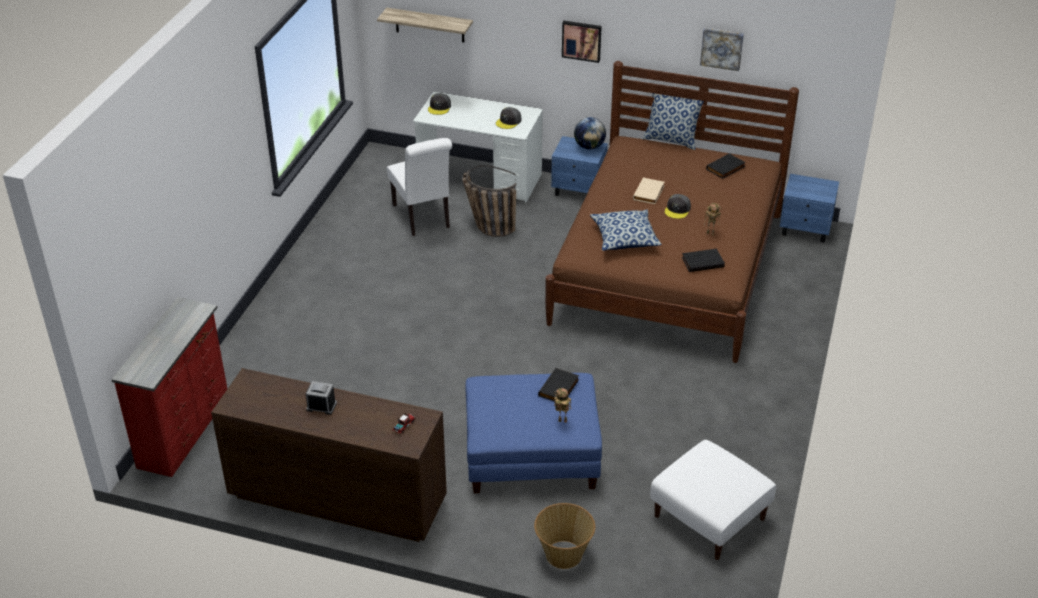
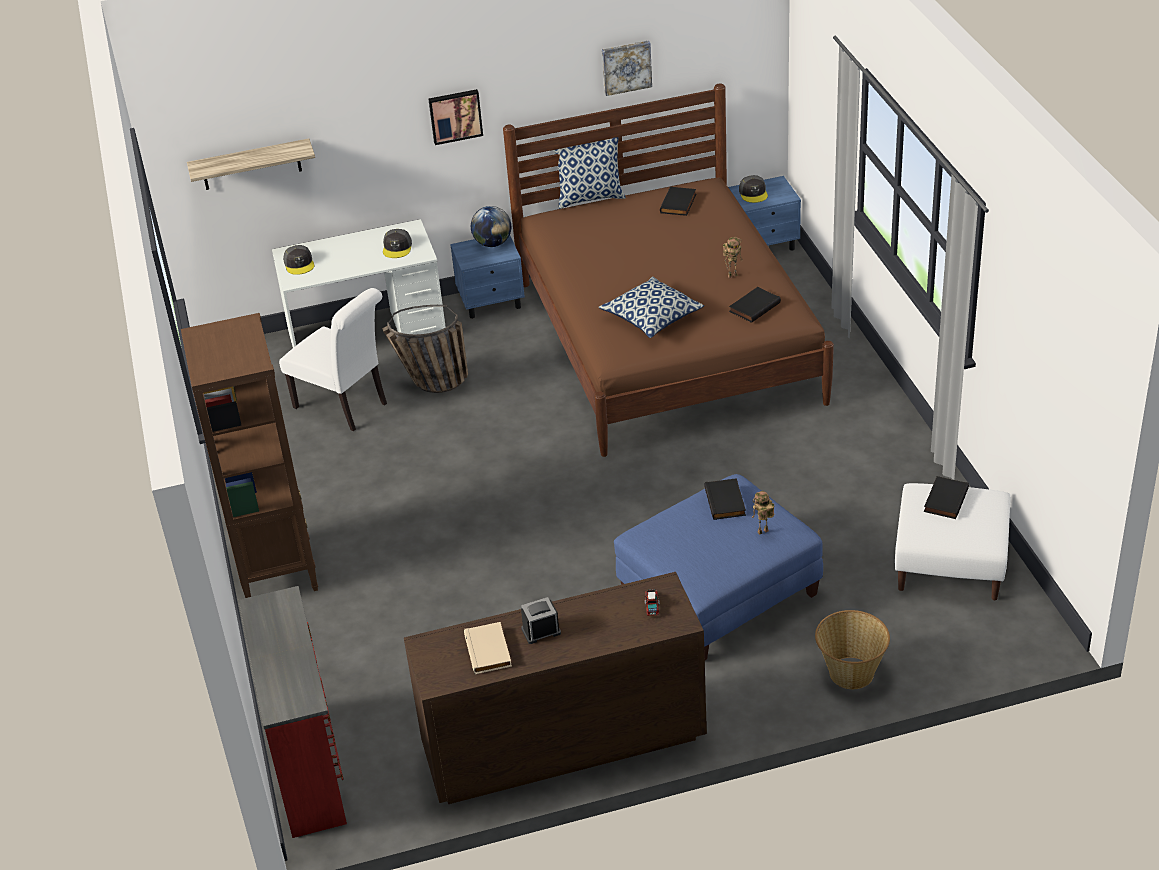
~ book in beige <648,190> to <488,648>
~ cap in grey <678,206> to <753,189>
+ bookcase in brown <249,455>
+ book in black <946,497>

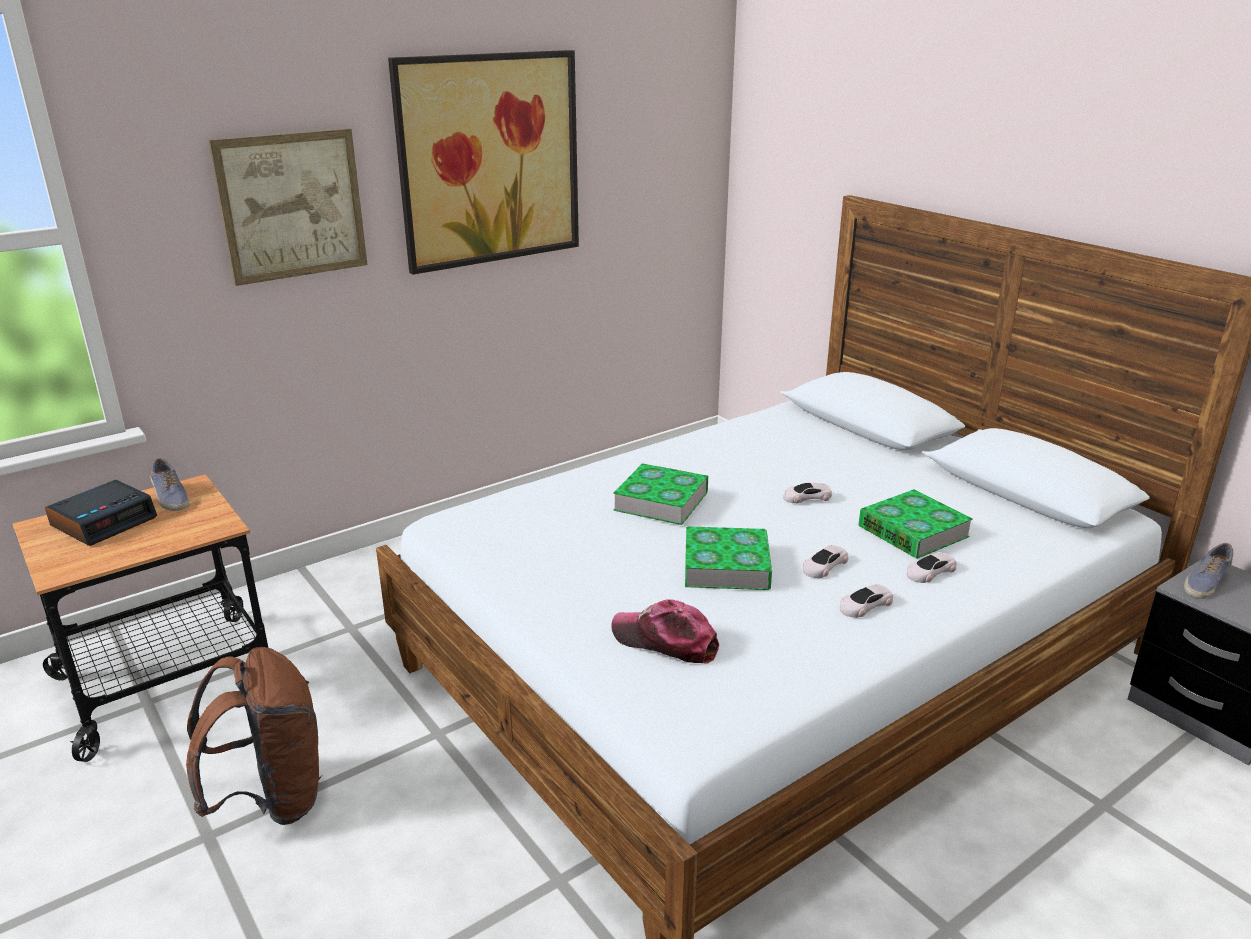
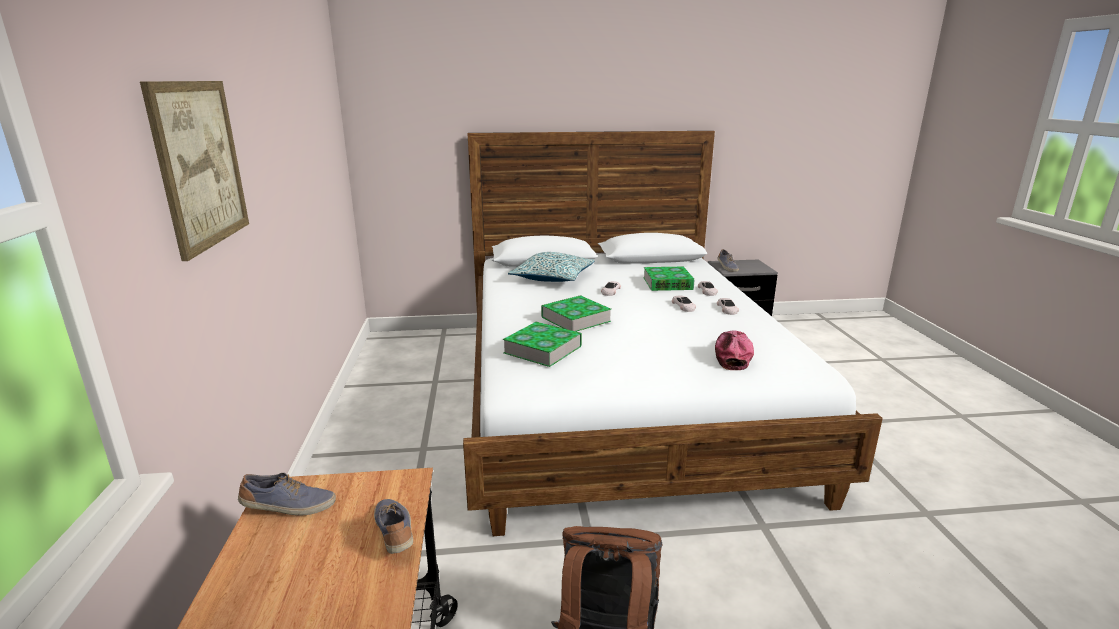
- alarm clock <101,513>
- picture <483,162>
~ cap <665,631> = <734,350> 135 degrees clockwise
~ book <728,558> to <542,344>
+ shoe <393,526>
+ pillow <551,267>

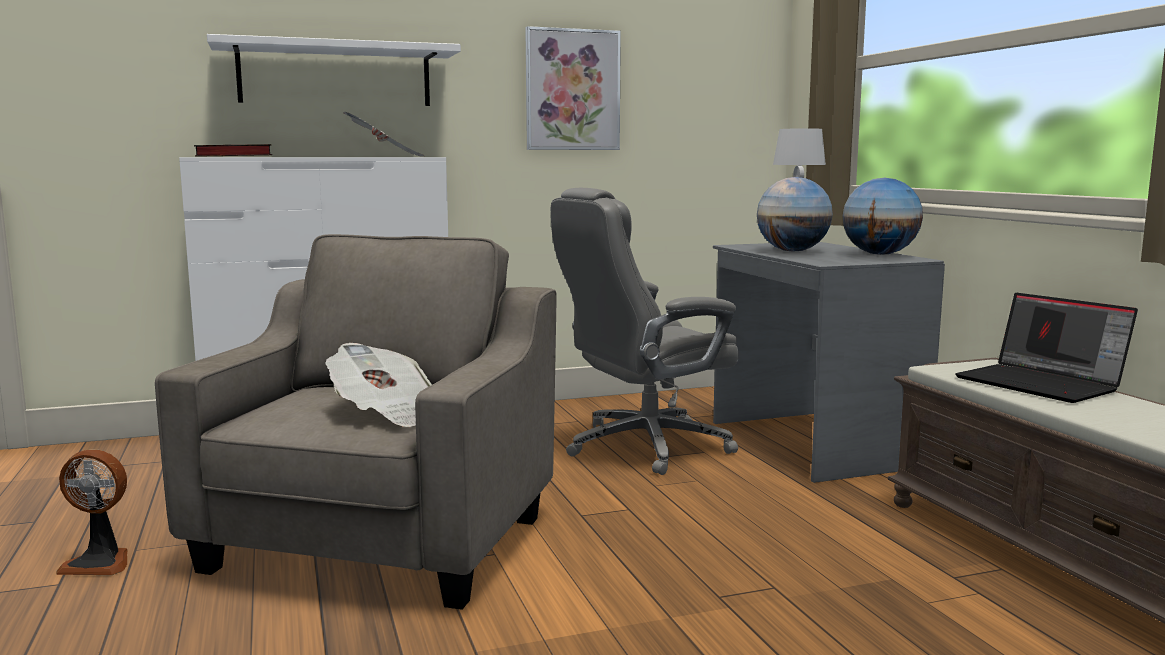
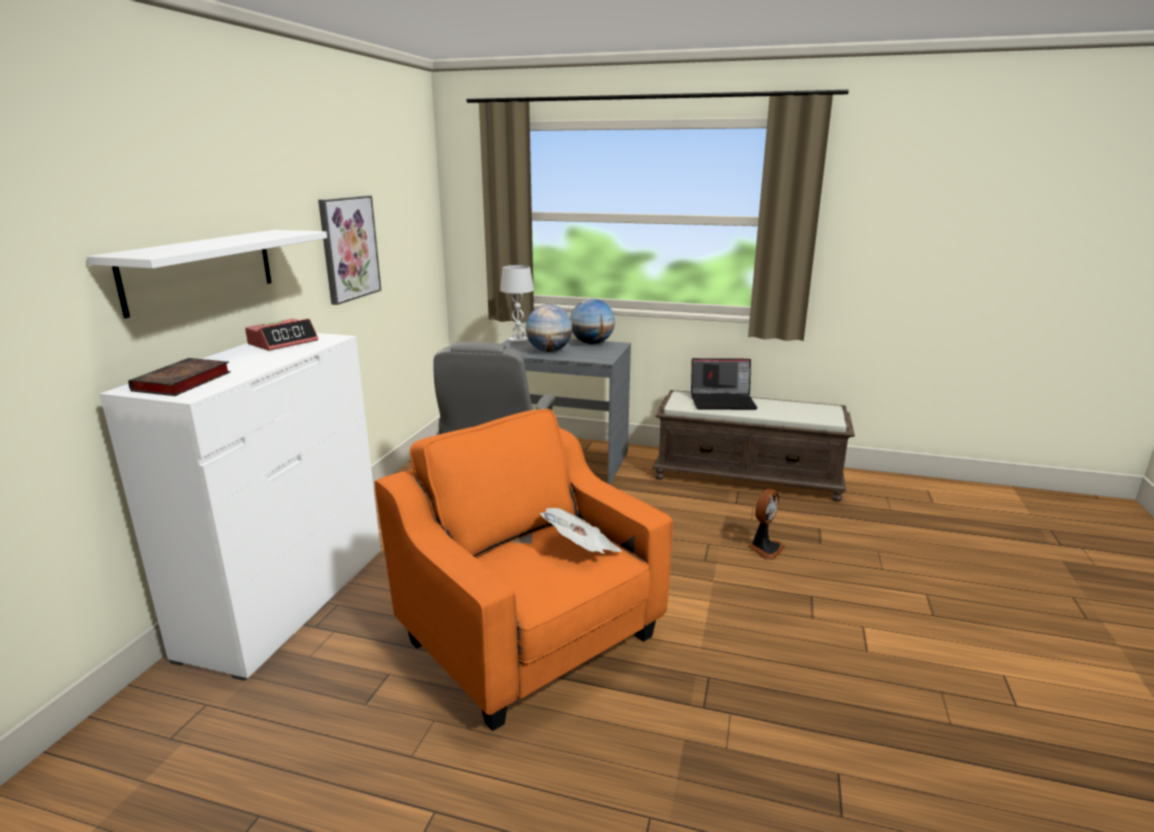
~ fan <91,512> to <766,524>
~ armchair in grey <356,422> to armchair in orange <523,570>
~ newspaper <383,134> to alarm clock <281,335>

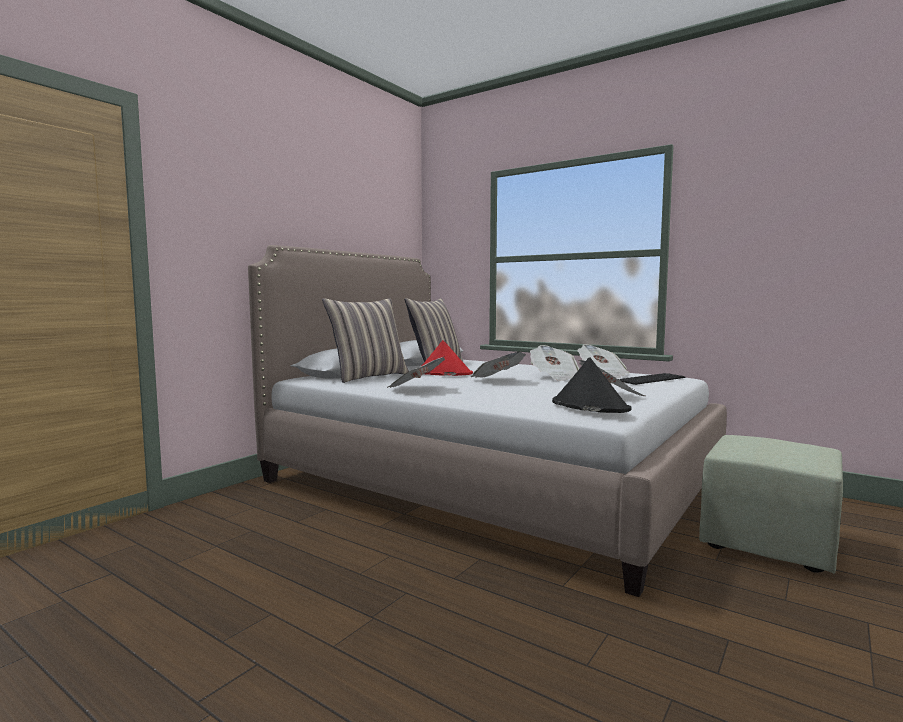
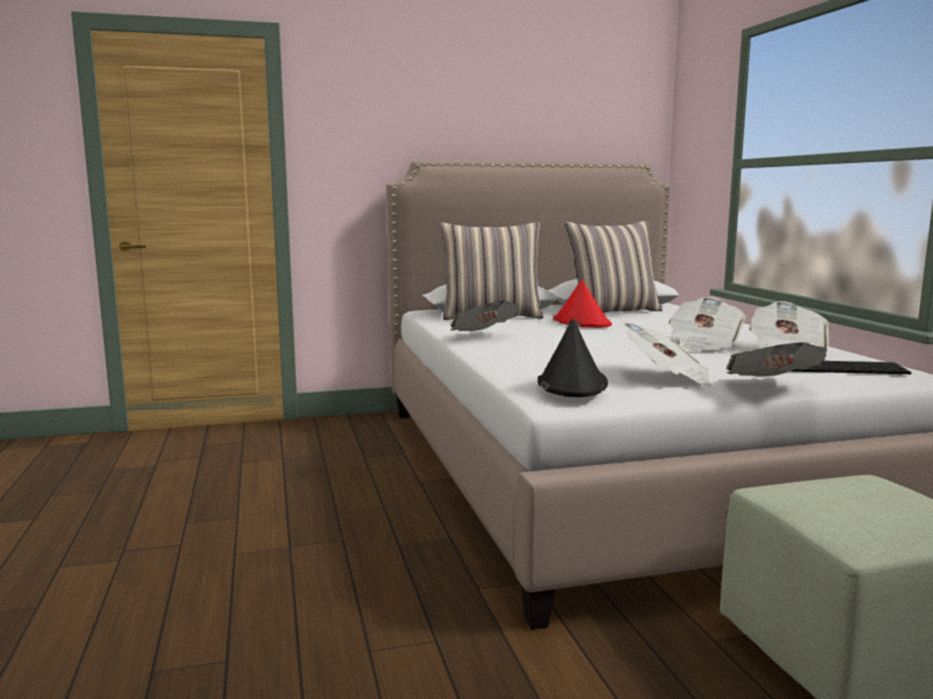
~ newspaper <498,364> to <776,359>

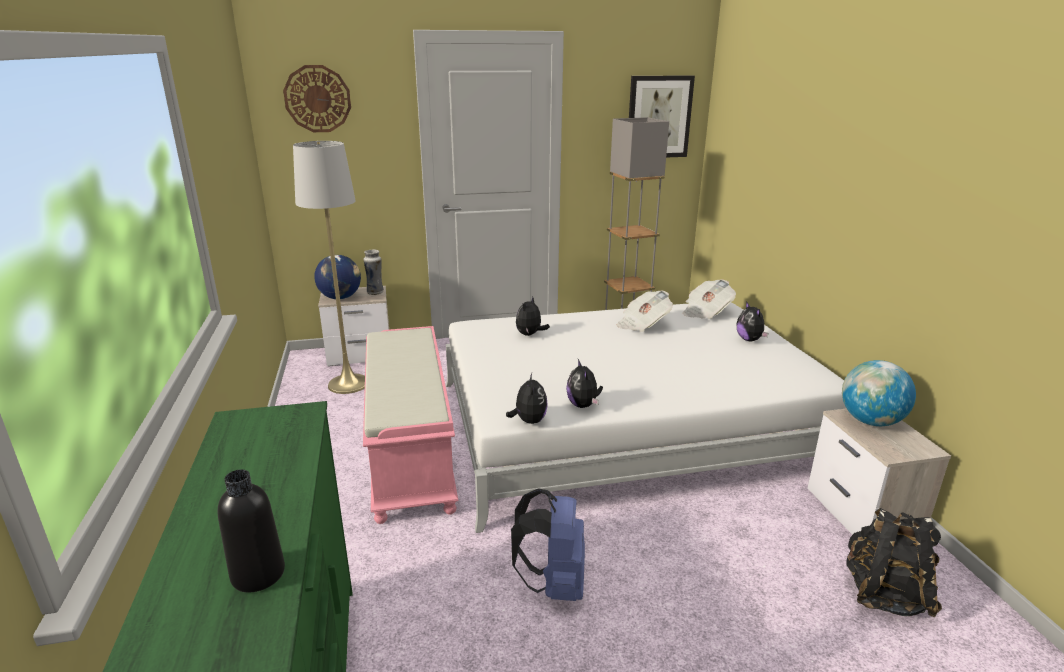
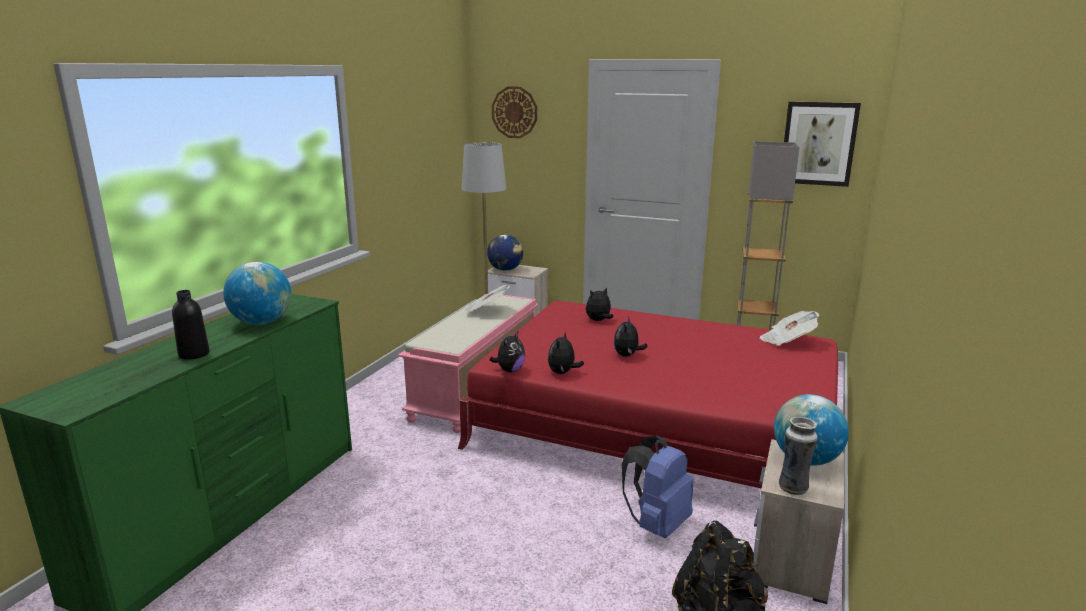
~ vase <373,272> to <798,456>
~ bed in white <646,417> to bed in red <648,395>
~ backpack in blue <548,544> to <658,487>
~ newspaper <645,311> to <487,299>
~ plush toy <753,321> to <630,336>
+ globe <257,293>

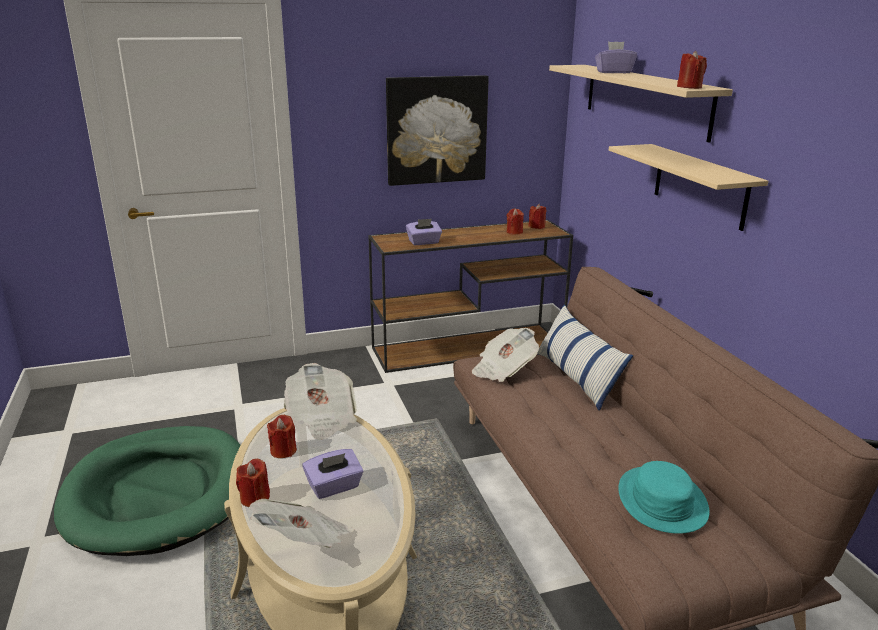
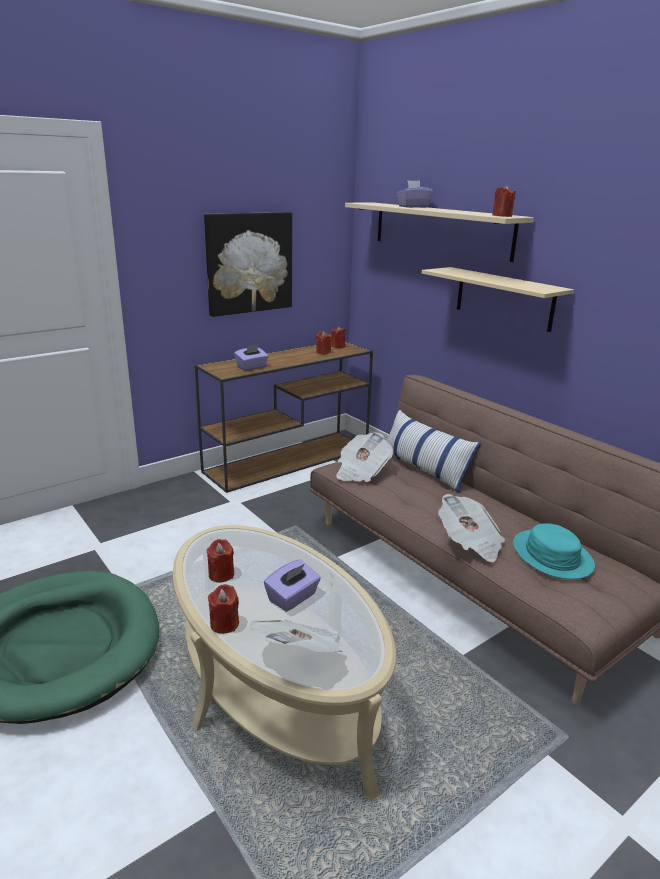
~ newspaper <320,401> to <471,528>

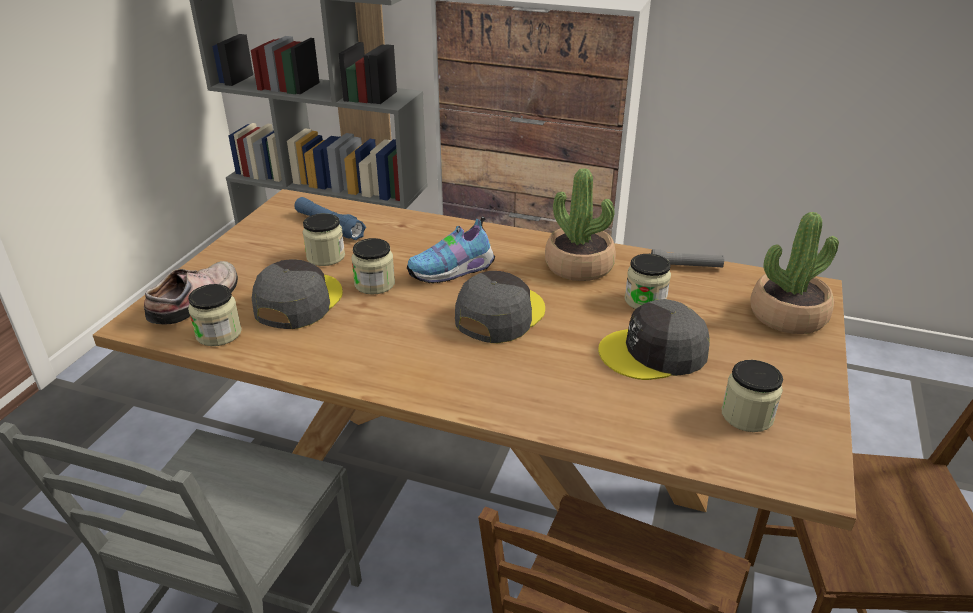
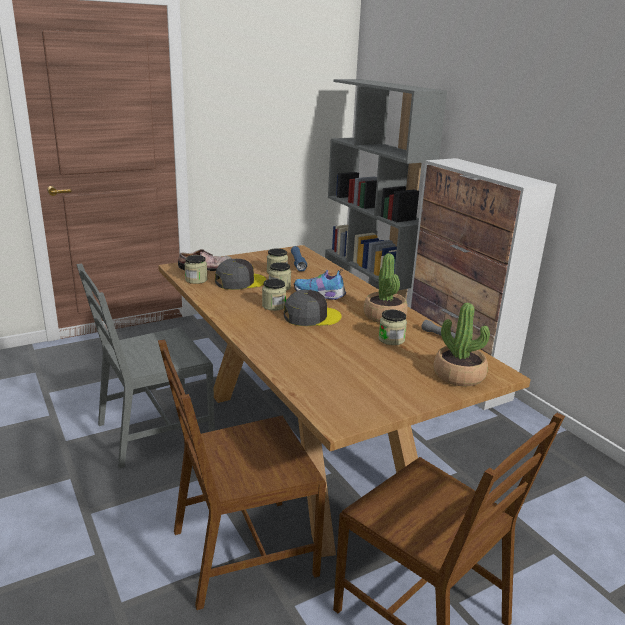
- cap in grey <654,339>
~ jar <752,396> to <274,295>

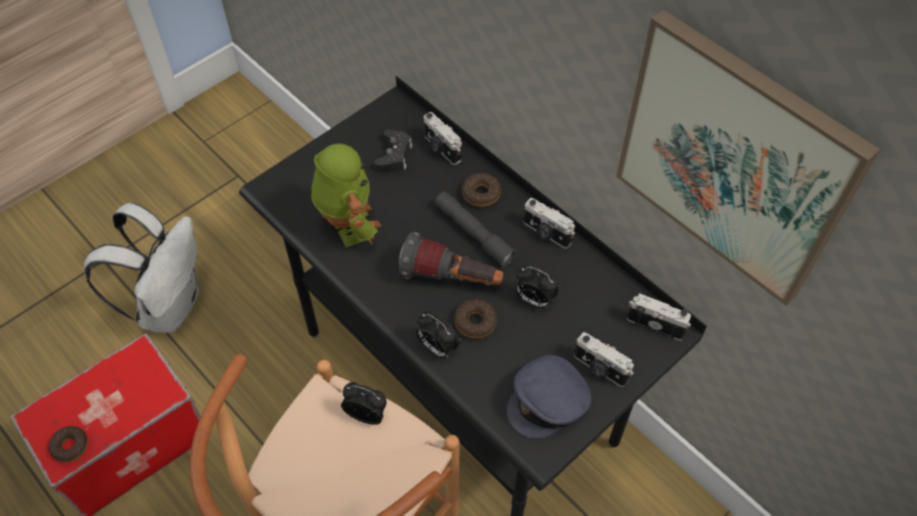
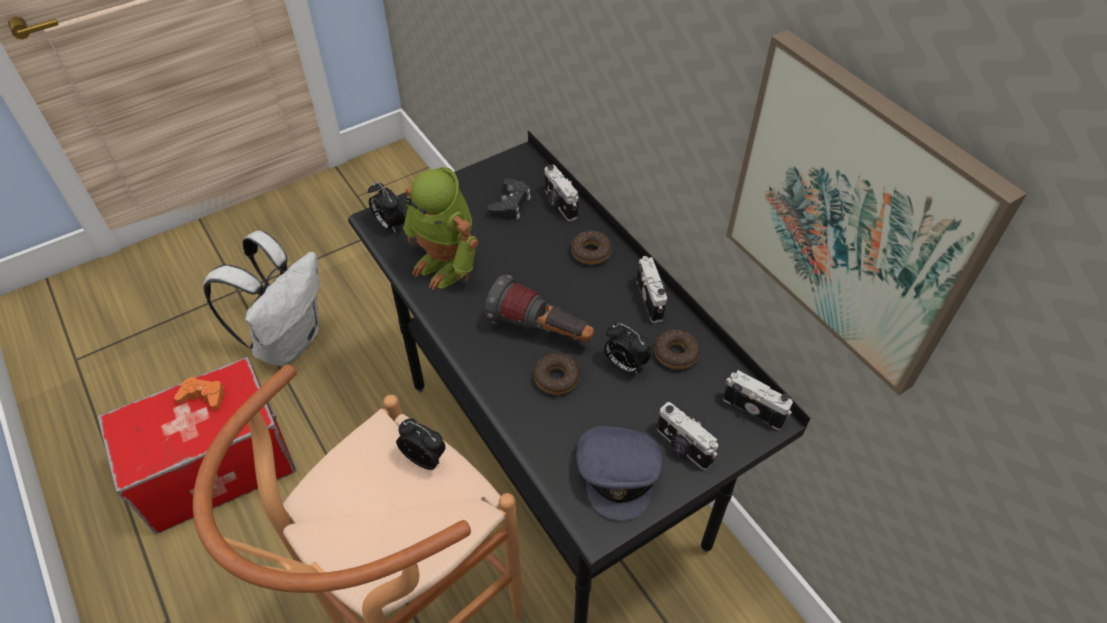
~ donut <68,444> to <677,349>
~ toy robot <346,195> = <440,228> 150 degrees clockwise
~ alarm clock <438,334> to <387,207>
- flashlight in grey <476,229>
~ cap in grey <549,397> = <619,473> 60 degrees counterclockwise
~ photo camera <549,223> = <652,289> 150 degrees counterclockwise
+ game controller in orange <199,393>

